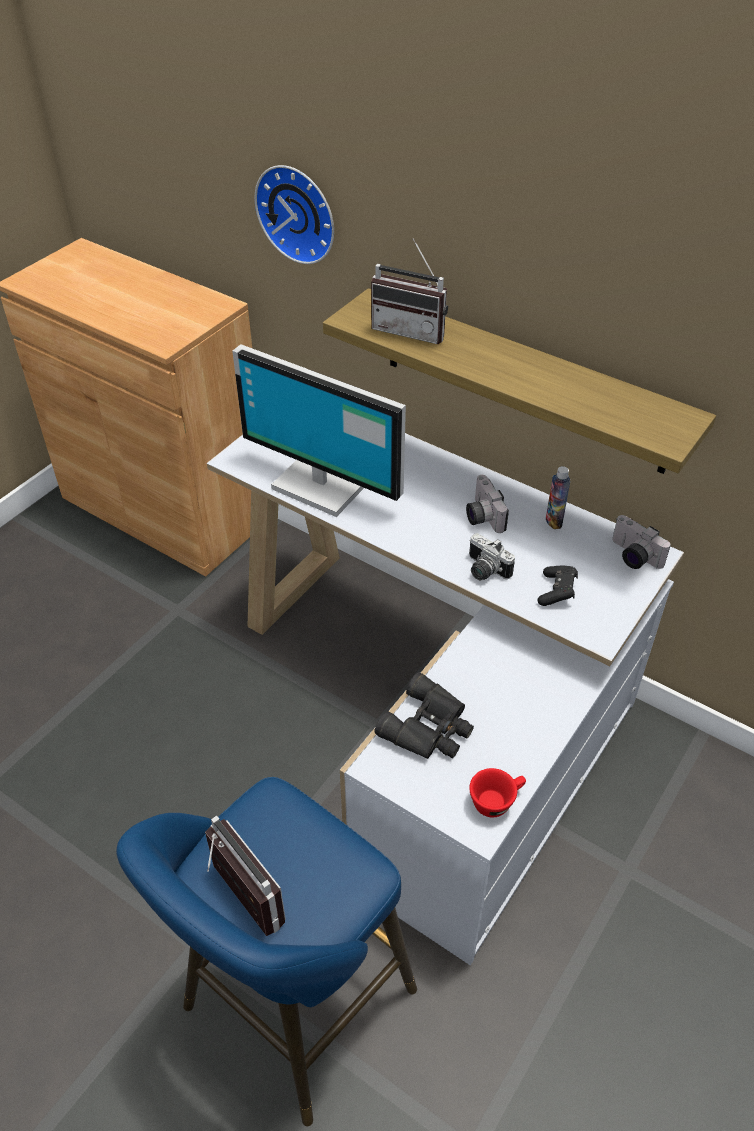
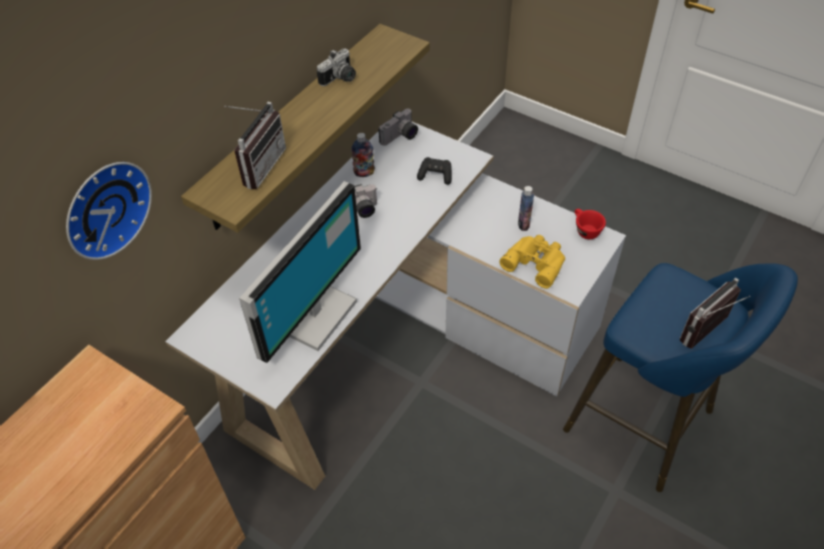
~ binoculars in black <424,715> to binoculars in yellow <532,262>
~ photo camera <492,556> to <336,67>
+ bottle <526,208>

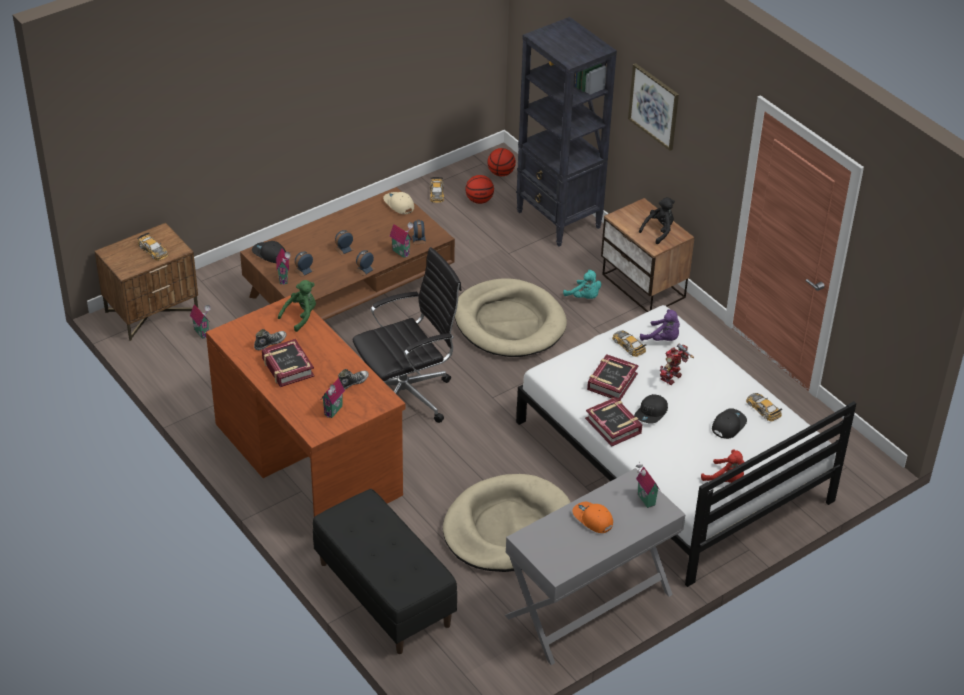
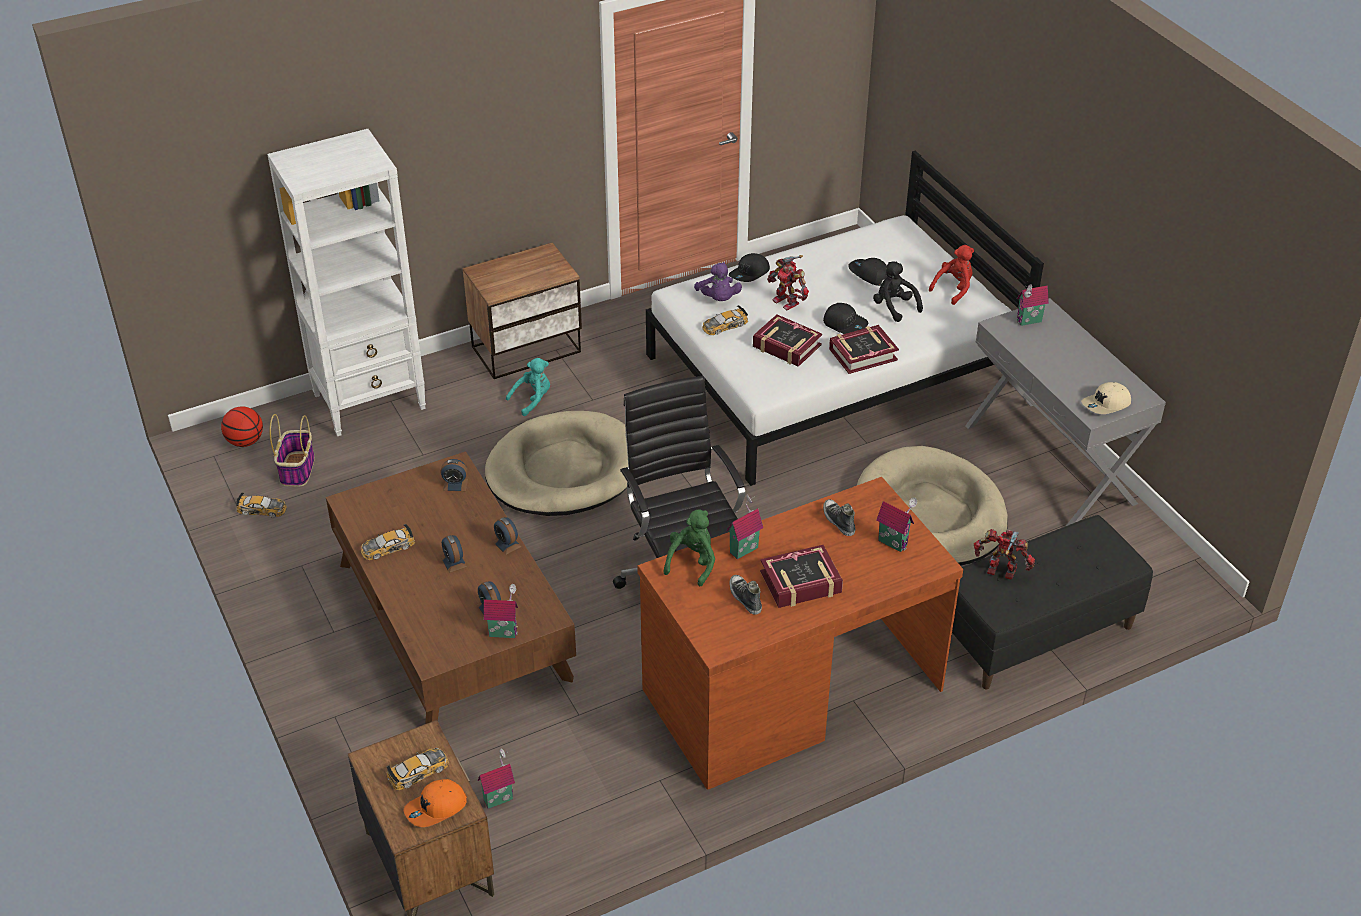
~ cap in black <269,252> to <749,267>
~ plush toy in green <297,306> = <689,548> 60 degrees clockwise
~ cap in beige <398,203> to <1106,398>
~ toy house <401,240> to <744,527>
~ basketball <479,189> to basket <292,450>
~ bookcase in black <566,132> to bookcase in white <346,282>
~ cap in orange <592,517> to <435,803>
- picture <653,107>
~ plush toy in black <657,220> to <898,291>
~ plush toy in purple <660,325> = <718,281> 120 degrees clockwise
~ toy car <764,407> to <388,542>
+ toy robot <1004,554>

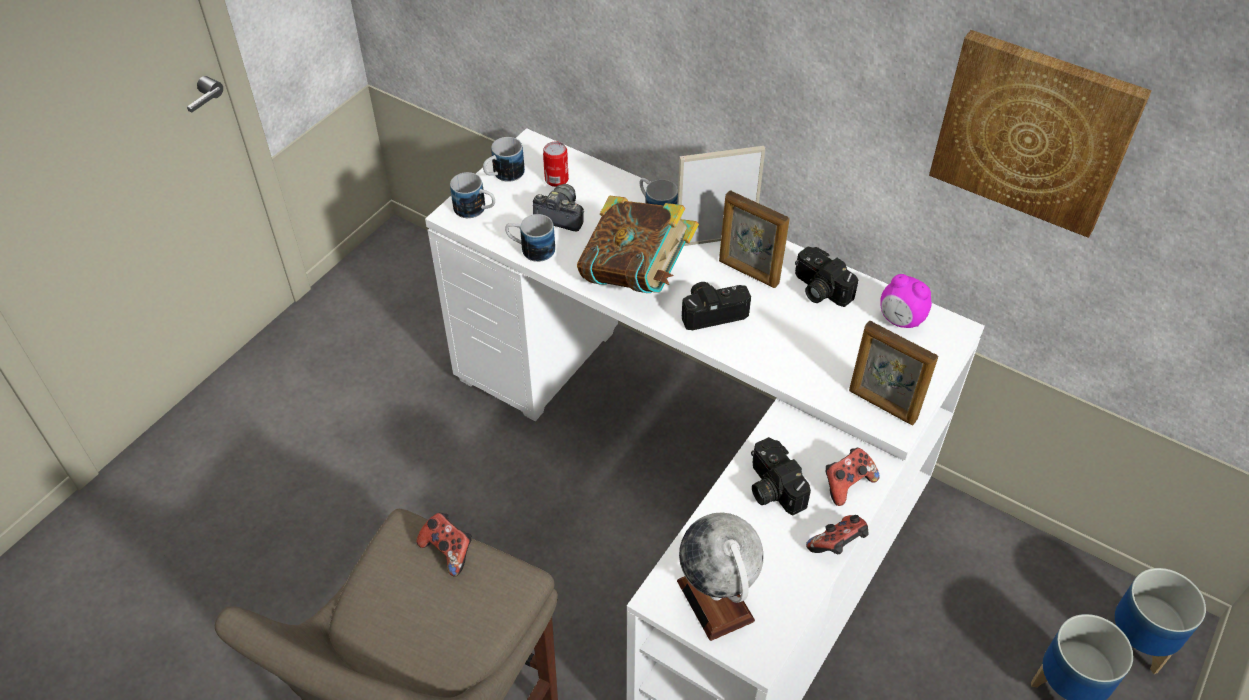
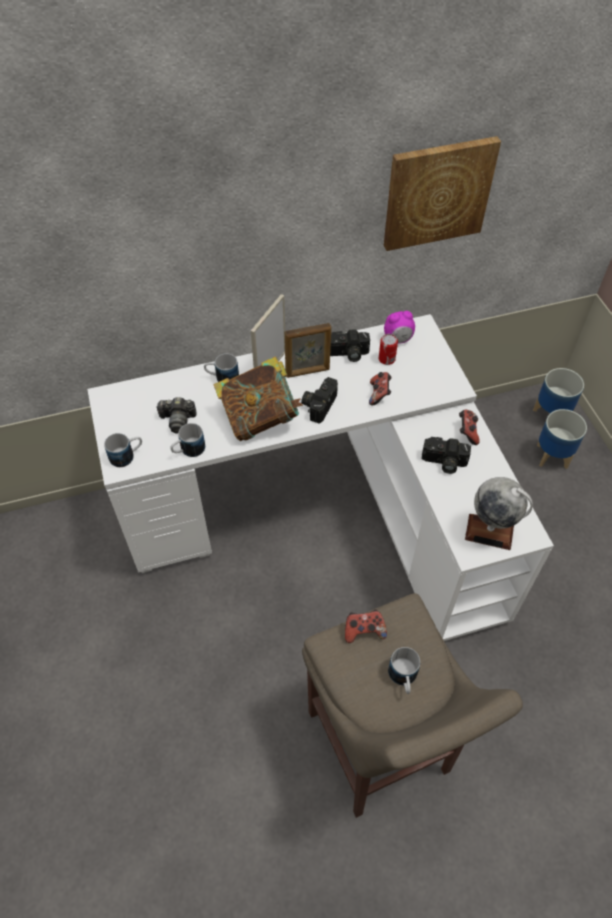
~ mug <504,159> to <404,670>
~ photo camera <558,207> = <176,415> 150 degrees counterclockwise
~ can <556,164> to <388,349>
~ game controller <837,534> to <380,388>
- picture frame <893,373>

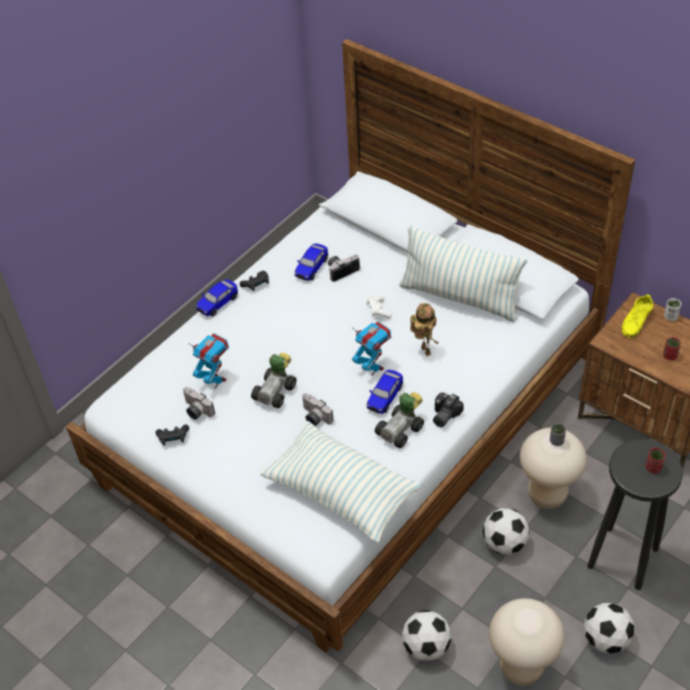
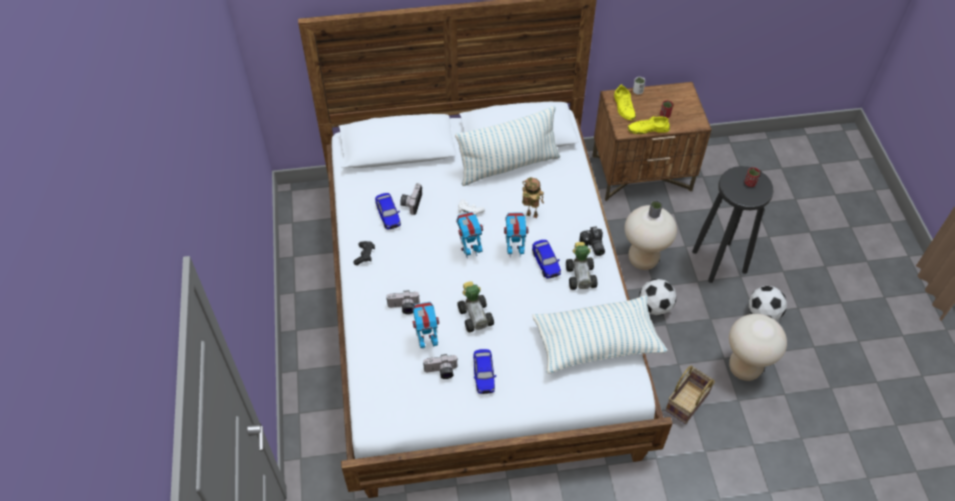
- game controller in black <172,435>
~ toy car <217,297> to <484,371>
~ photo camera <318,409> to <403,302>
~ football <427,635> to basket <690,394>
+ toy robot <470,235>
+ shoe in yellow <649,125>

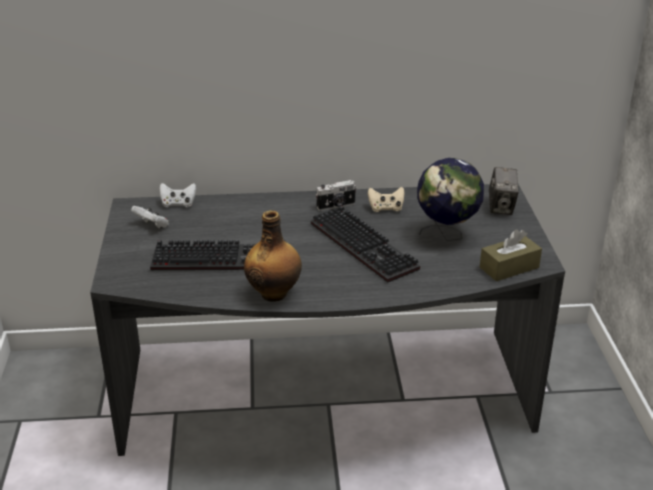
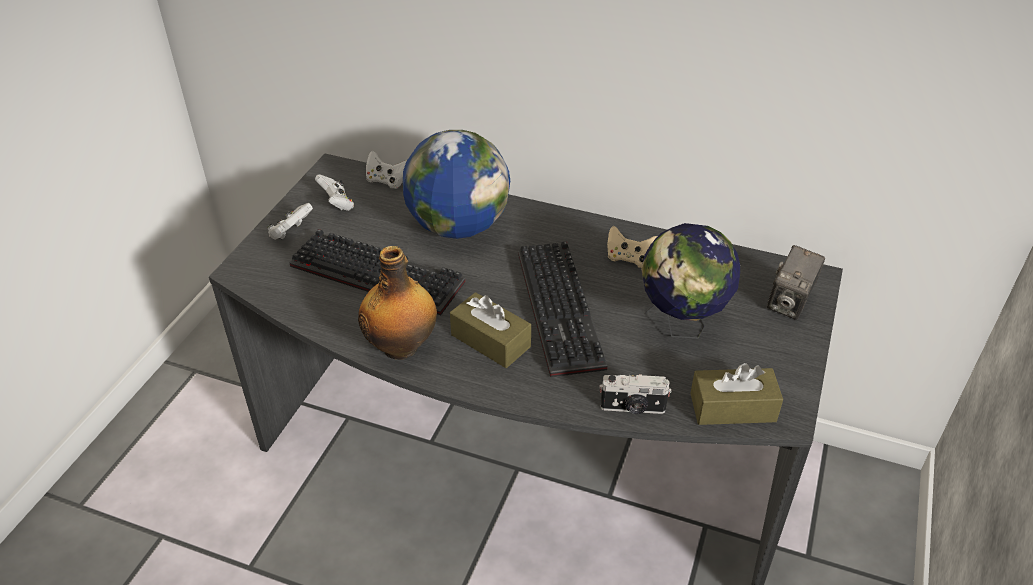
~ photo camera <336,195> to <635,394>
+ game controller in white <290,221>
+ globe <456,184>
+ tissue box in brown <490,330>

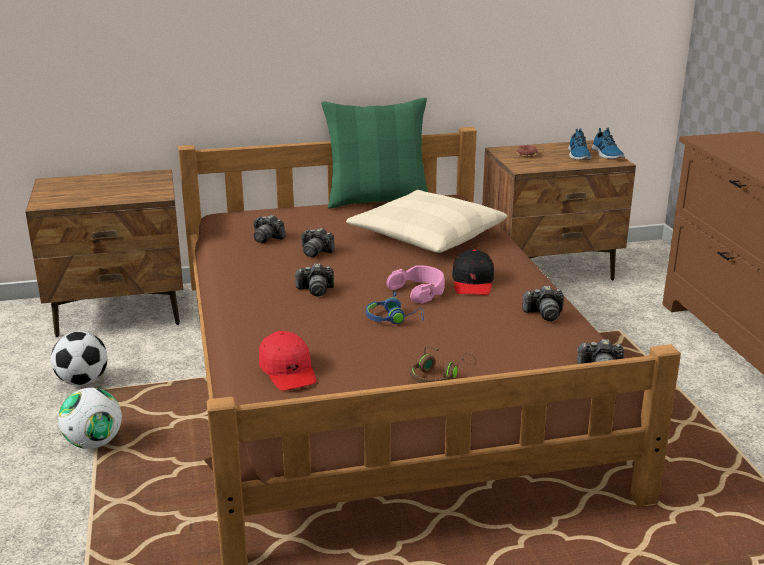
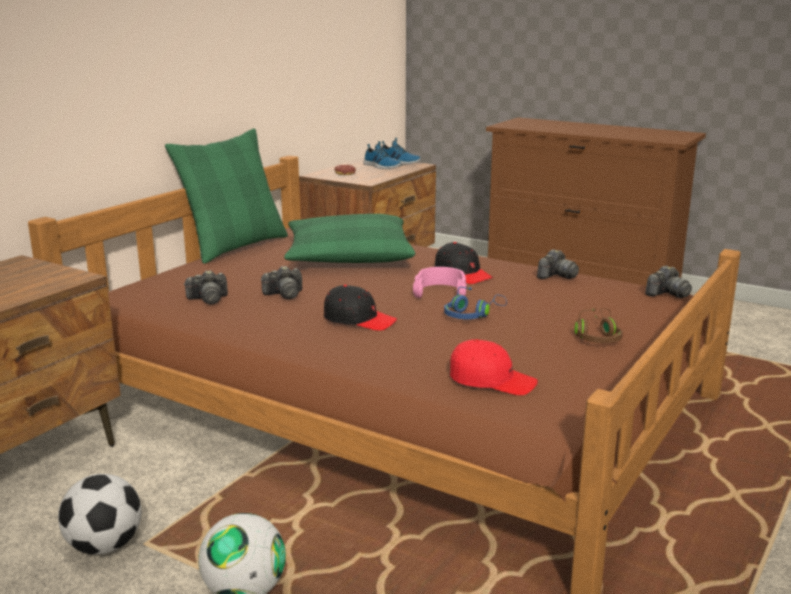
~ photo camera <314,280> to cap in black <360,308>
~ pillow in beige <426,221> to pillow in green <349,238>

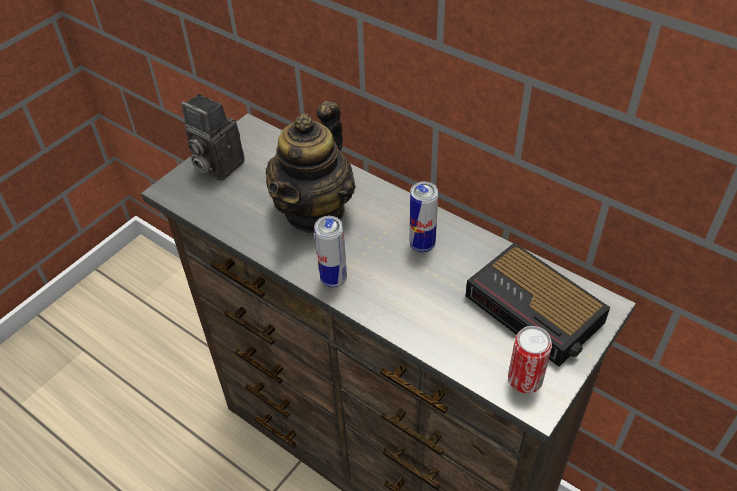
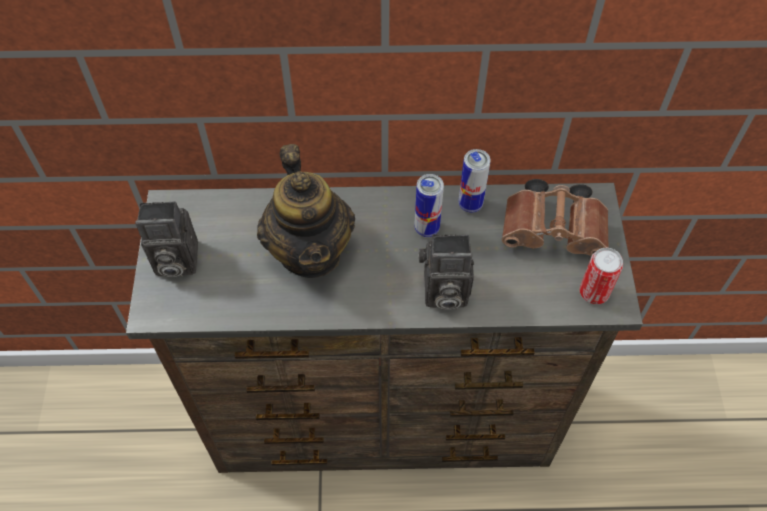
~ can <330,252> to <475,181>
~ alarm clock <538,304> to binoculars in brown <555,217>
+ photo camera <446,272>

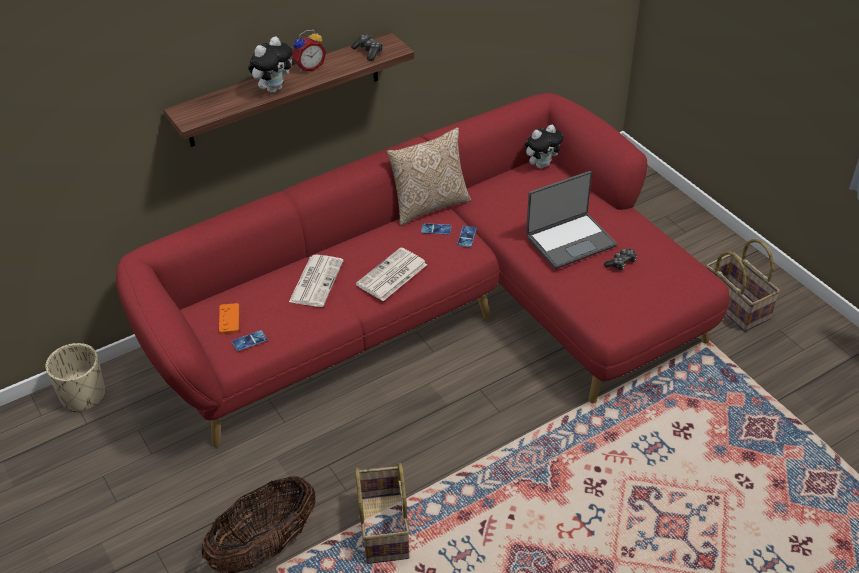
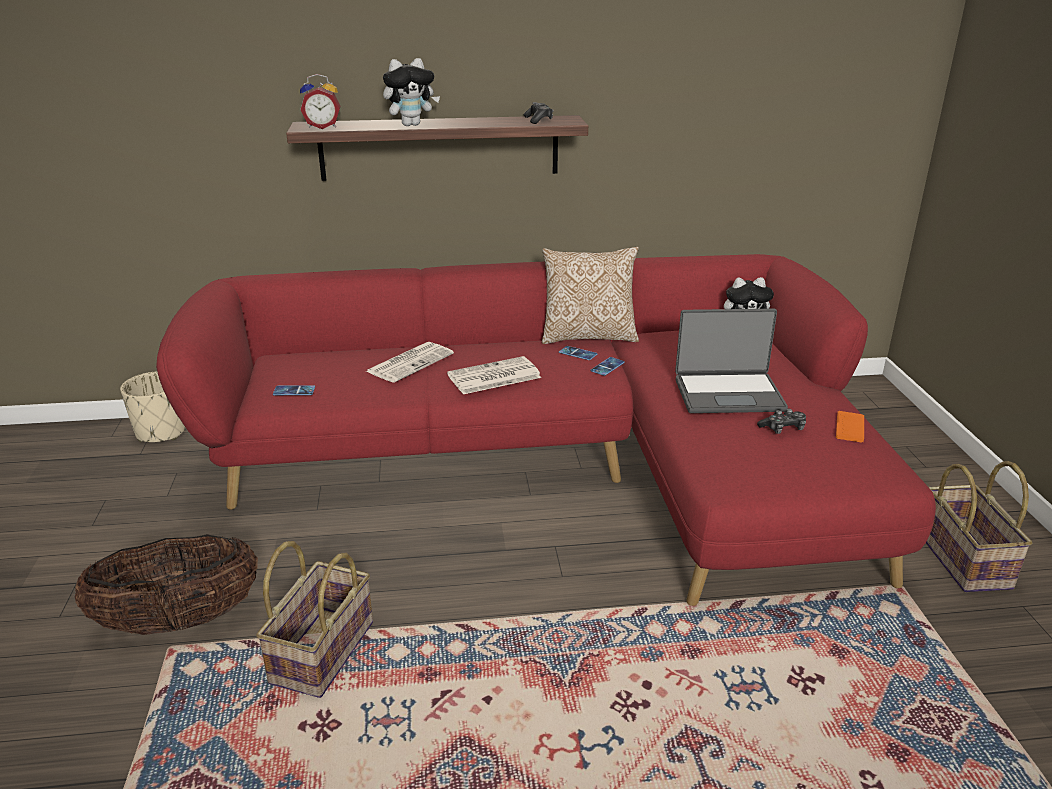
~ game controller in orange <229,318> to <850,427>
~ alarm clock <309,51> to <320,101>

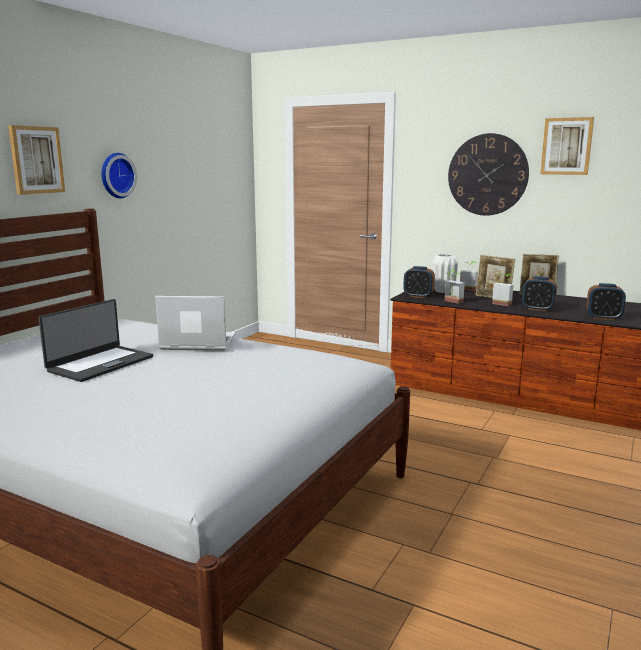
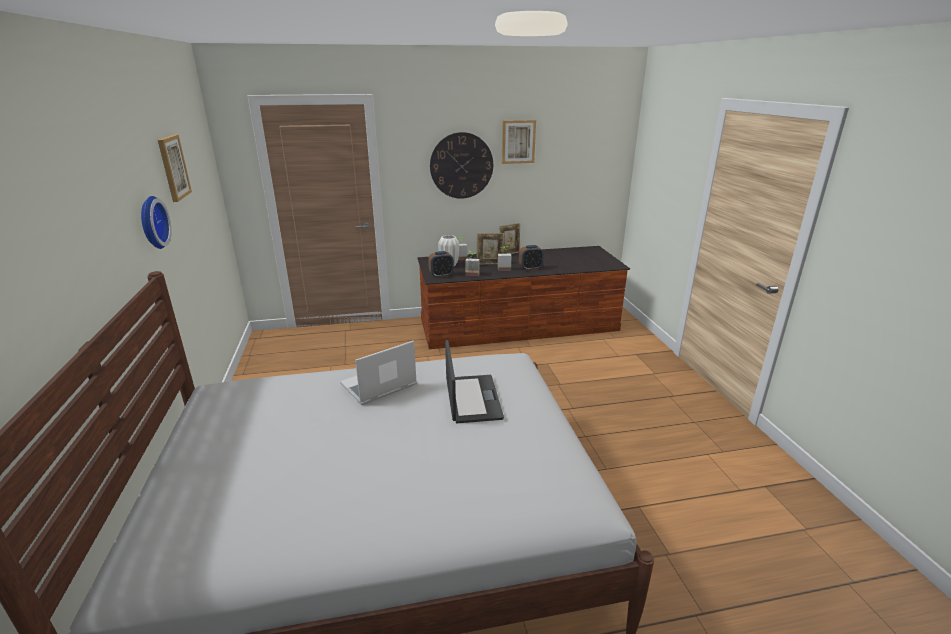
~ picture <36,160> to <175,168>
~ laptop <95,340> to <474,381>
- alarm clock <606,301>

